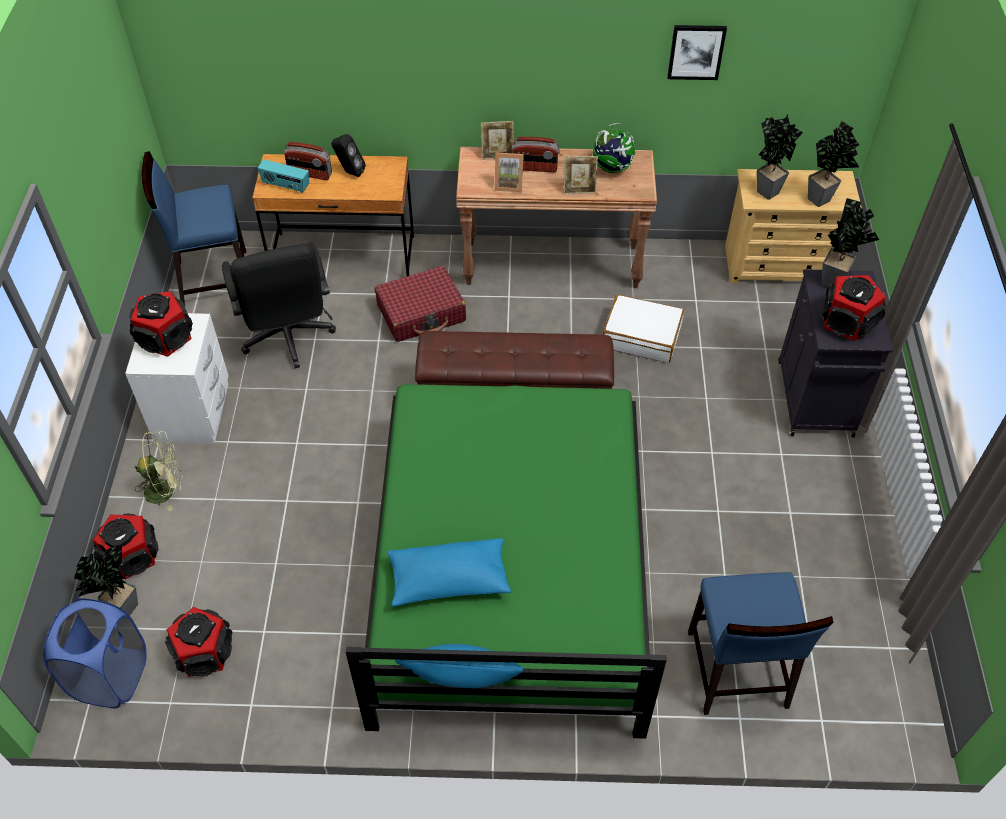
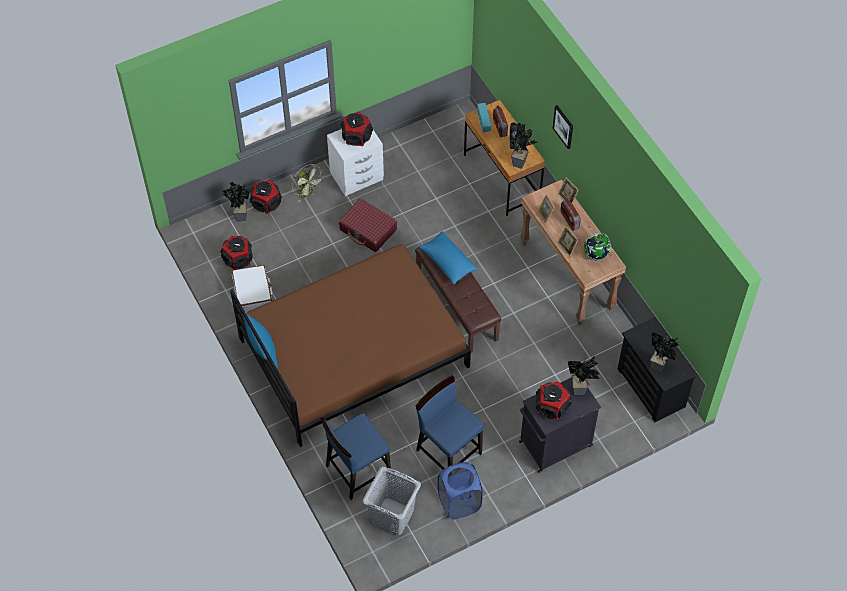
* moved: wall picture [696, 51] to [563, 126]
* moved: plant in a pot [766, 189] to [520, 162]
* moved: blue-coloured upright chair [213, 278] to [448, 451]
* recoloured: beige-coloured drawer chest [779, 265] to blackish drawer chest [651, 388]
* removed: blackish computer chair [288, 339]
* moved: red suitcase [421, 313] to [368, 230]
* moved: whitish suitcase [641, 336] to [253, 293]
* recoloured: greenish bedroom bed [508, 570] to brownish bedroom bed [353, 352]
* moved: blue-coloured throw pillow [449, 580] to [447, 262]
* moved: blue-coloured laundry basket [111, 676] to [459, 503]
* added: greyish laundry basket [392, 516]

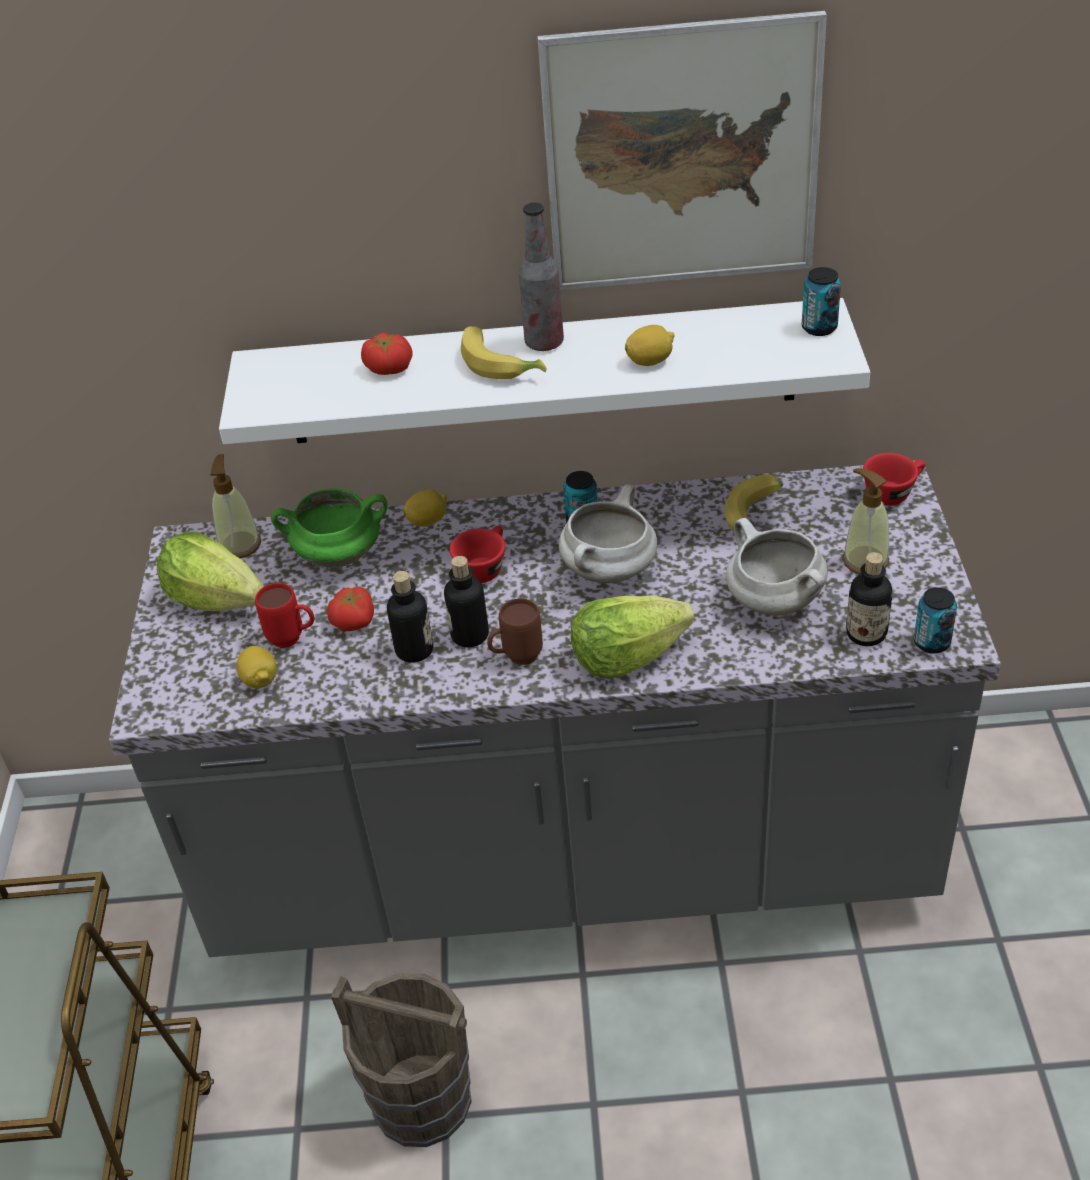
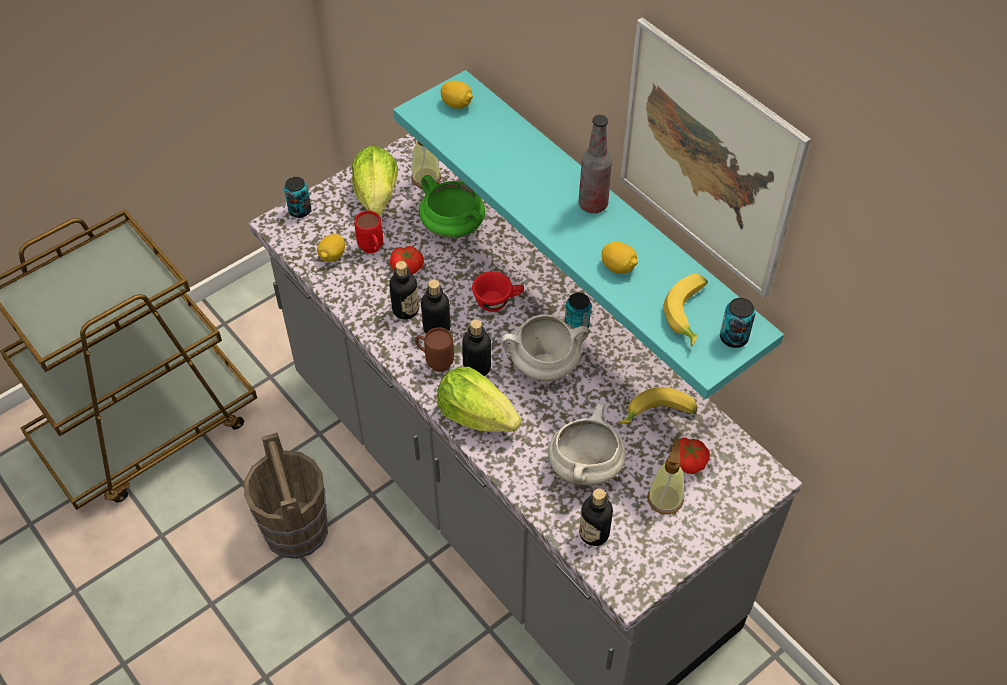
* recoloured: whitish wall shelf [541, 372] to turquoise wall shelf [608, 220]
* moved: whole banana [501, 363] to [690, 315]
* moved: whole tomato [389, 367] to [689, 461]
* removed: red cup [893, 492]
* moved: whole lemon [428, 521] to [457, 104]
* moved: metal can [931, 642] to [300, 210]
* added: beverage bottle [477, 367]

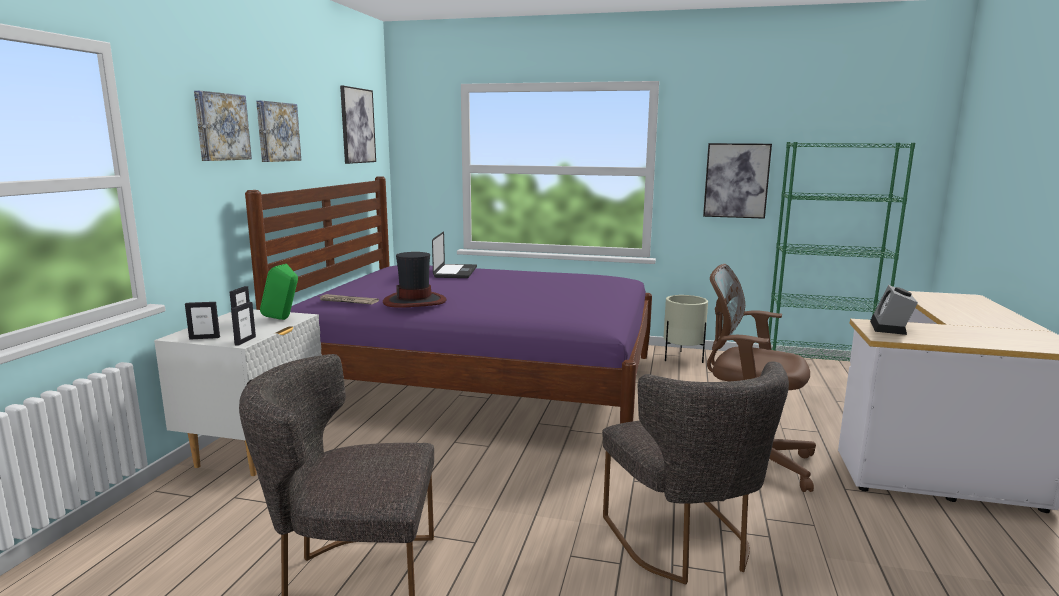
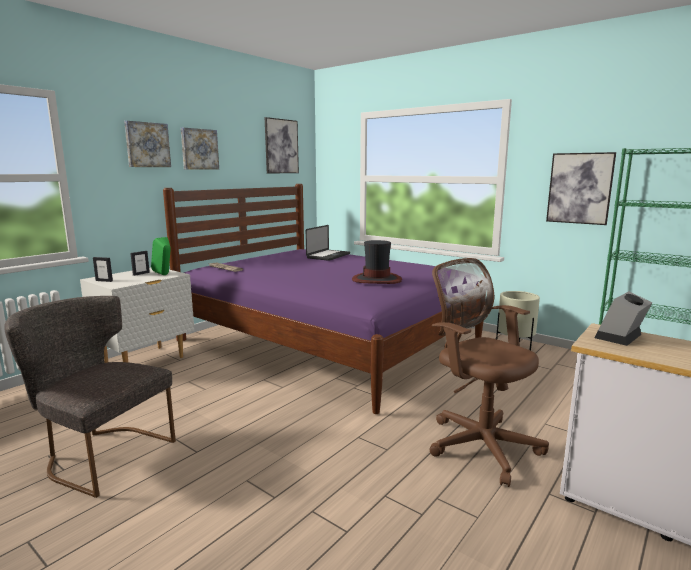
* moved: hat [415, 301] to [377, 279]
* removed: picture frame [245, 341]
* removed: greyish upright chair [685, 544]

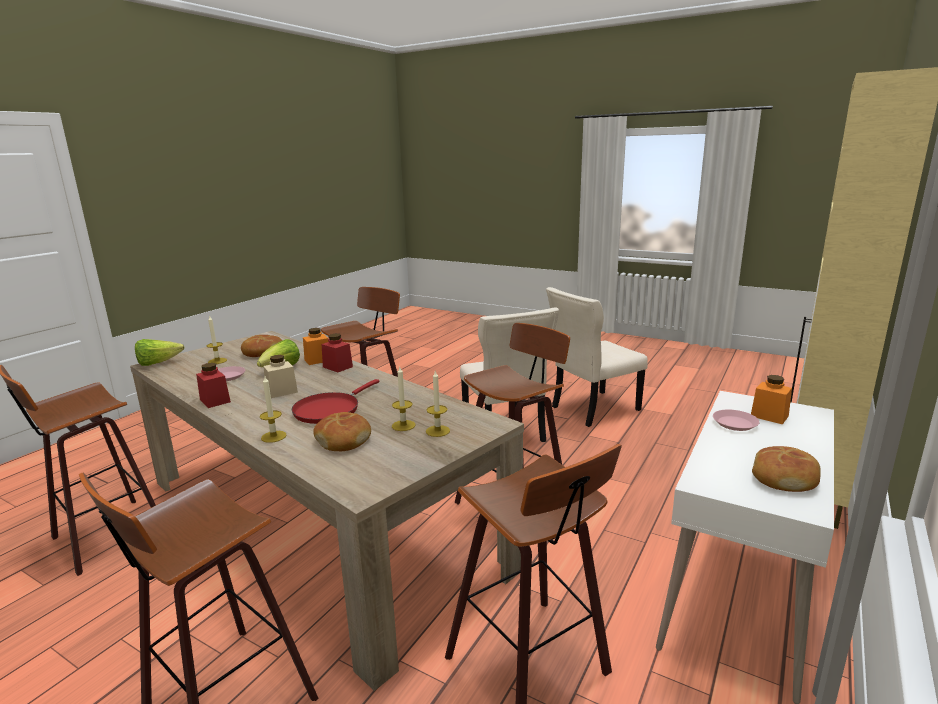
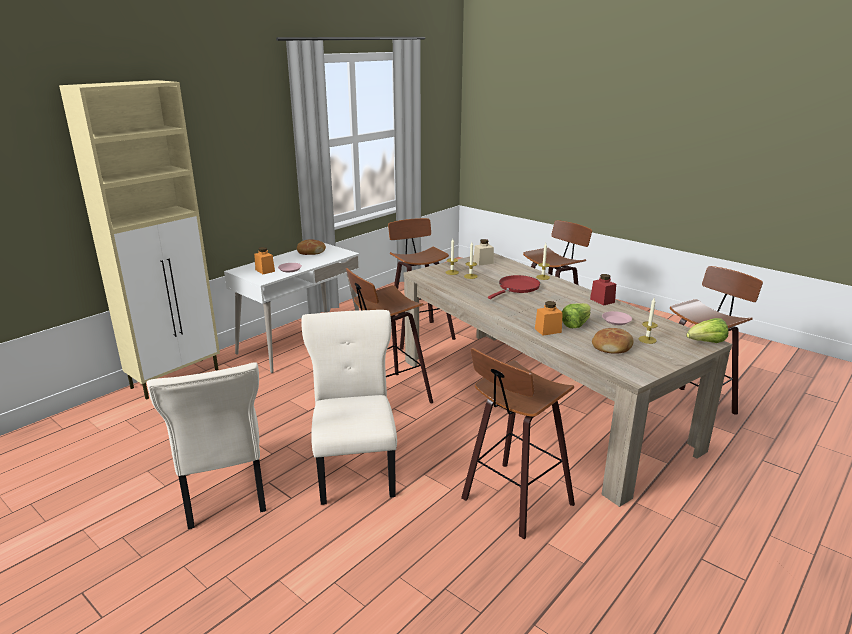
* turned: beige-coloured upright chair [592, 409] = [224, 494] 90 degrees clockwise
* removed: red preserve jar [337, 367]
* moved: beige-coloured preserve jar [281, 391] to [483, 262]
* removed: bread [343, 440]

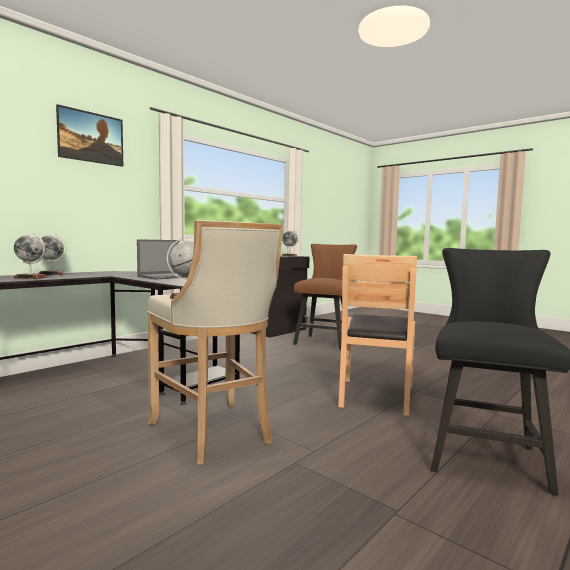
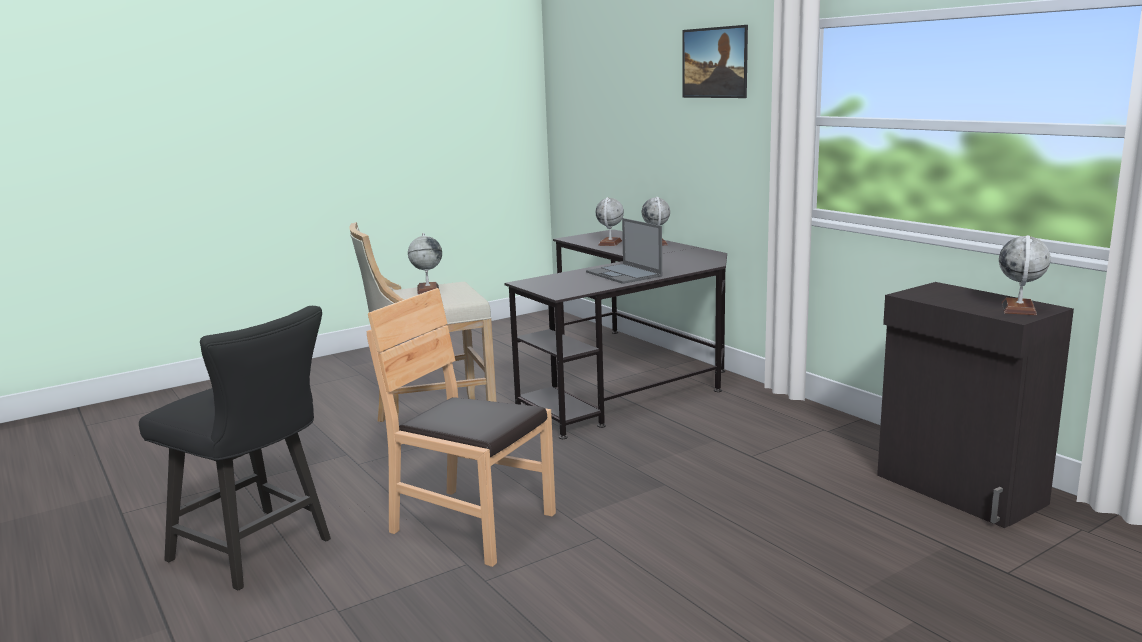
* removed: brownish upright chair [324, 341]

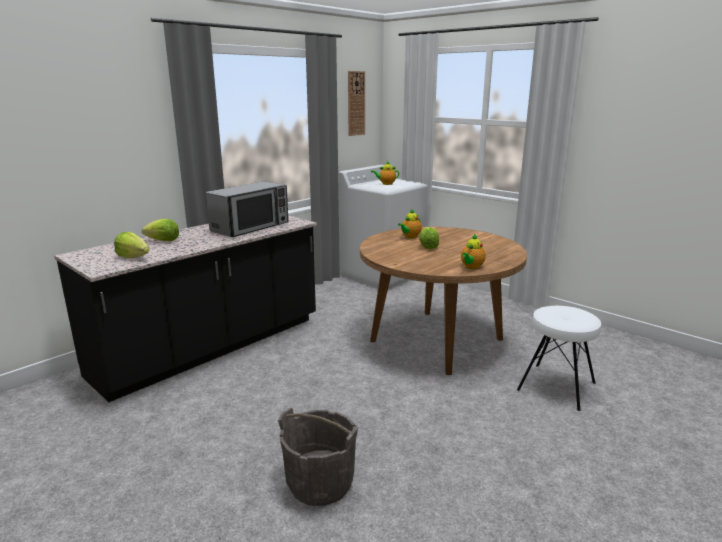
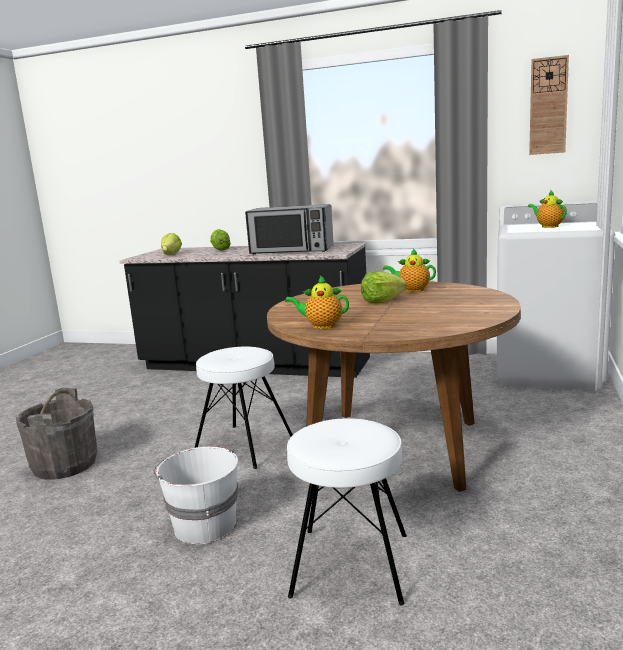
* added: whitish stool [244, 446]
* added: whitish water bucket [204, 525]

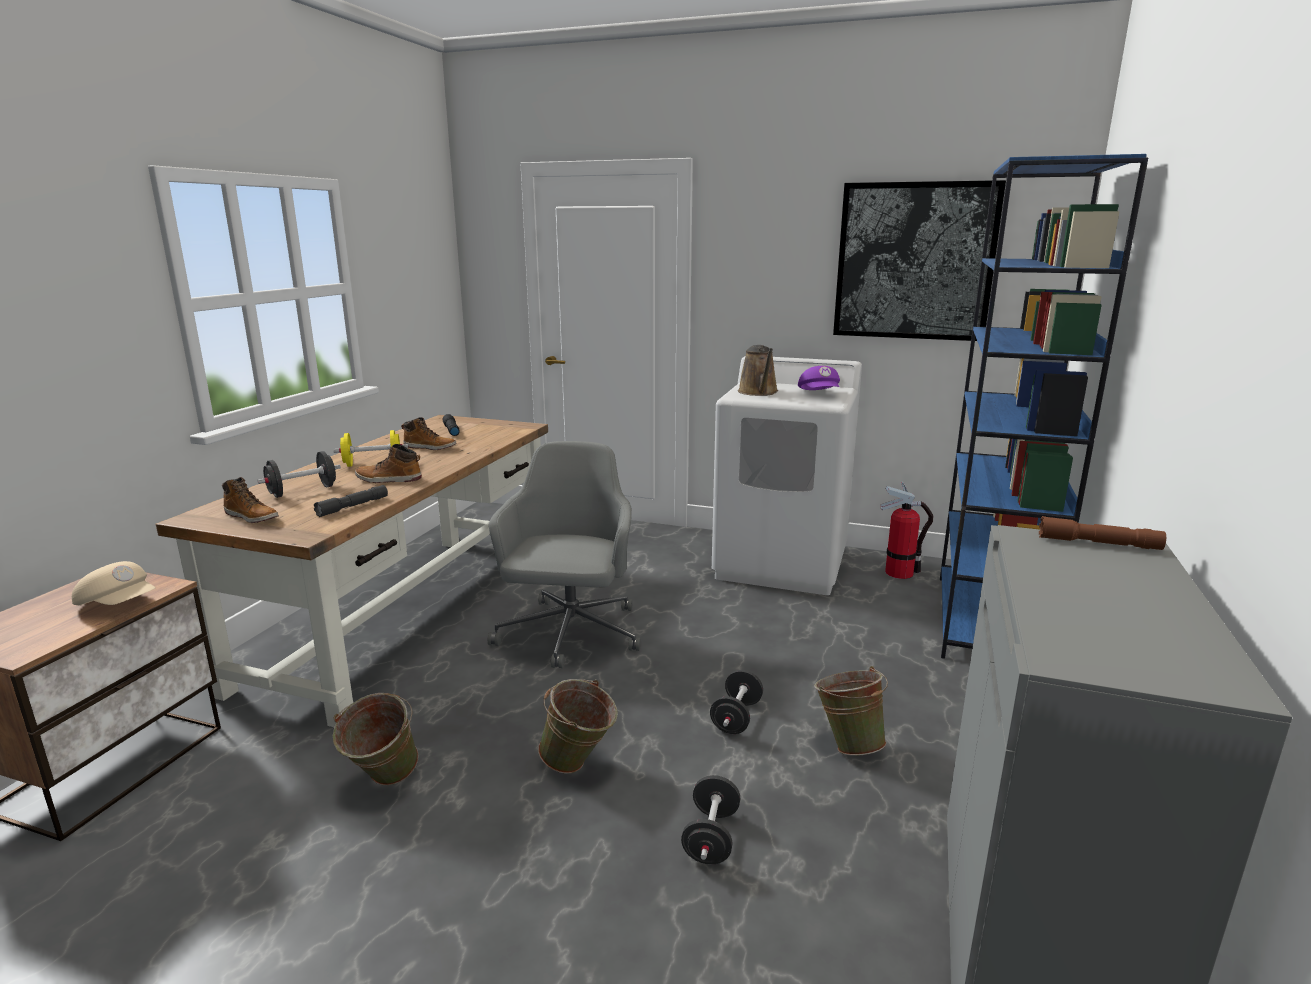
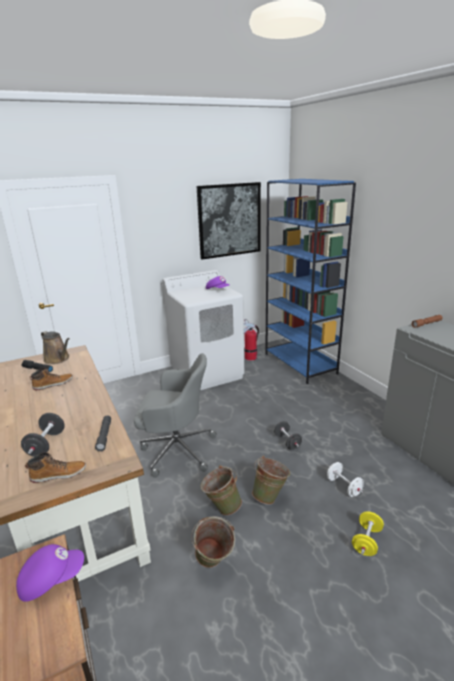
* moved: brownish sprinkling can [759, 392] to [58, 359]
* moved: yellow-coloured hand weight [373, 464] to [366, 541]
* turned: greyish computer chair [570, 634] = [176, 449] 135 degrees clockwise
* removed: boot [388, 479]
* recoloured: beige-coloured baseball cap [120, 605] to purplish baseball cap [51, 579]
* moved: greenish water bucket [847, 743] to [221, 507]
* recoloured: blackish hand weight [711, 837] to whitish hand weight [344, 486]

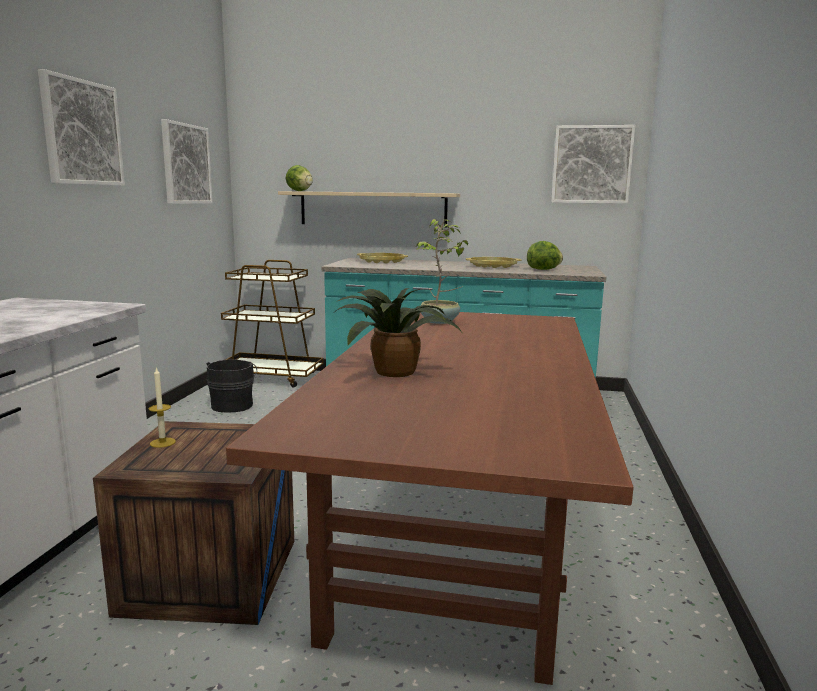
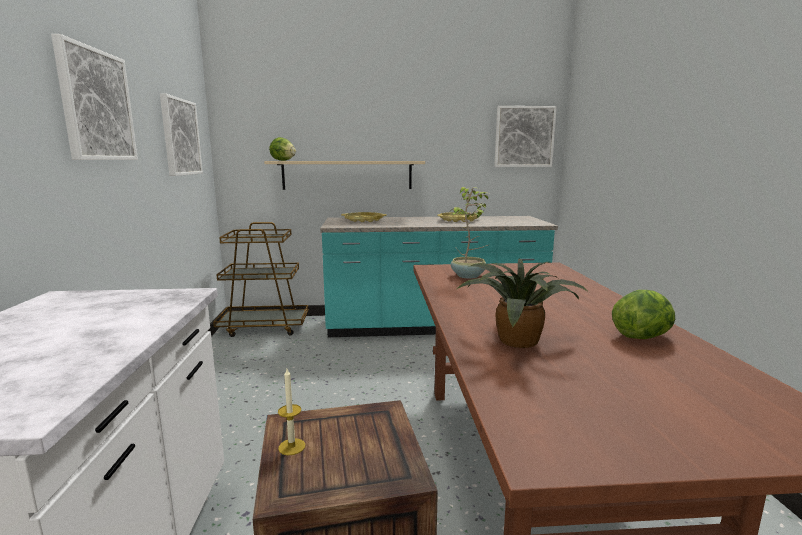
* moved: lettuce head [544, 269] to [642, 337]
* removed: blackish water bucket [233, 405]

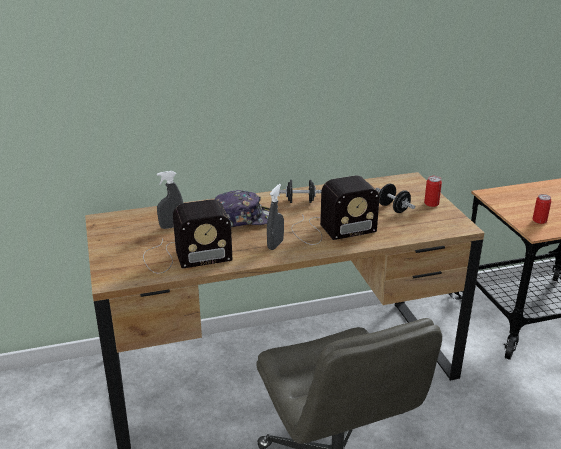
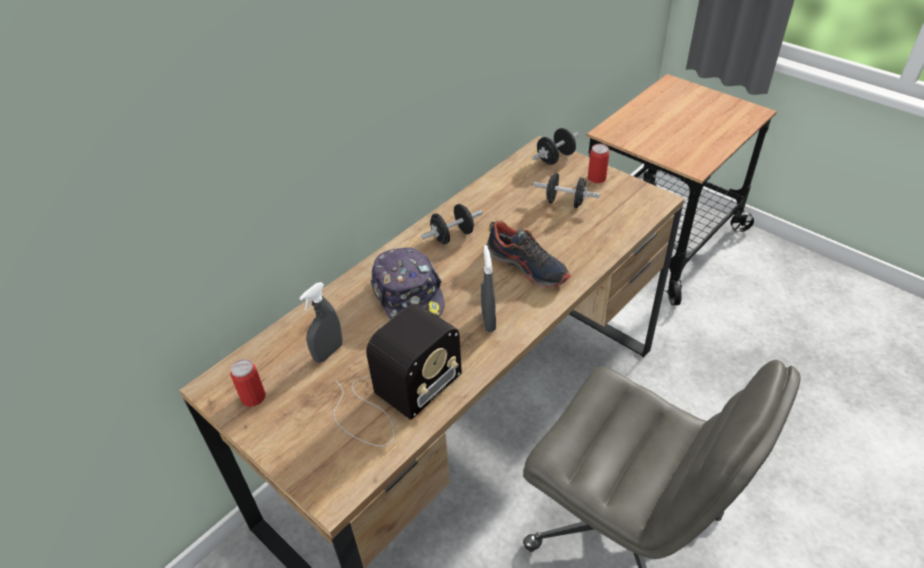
* replaced: radio receiver [330, 229] to shoe [527, 266]
* turned: baseball cap [242, 218] = [409, 296] 105 degrees clockwise
* moved: metal can [539, 220] to [253, 397]
* added: blackish hand weight [555, 158]

